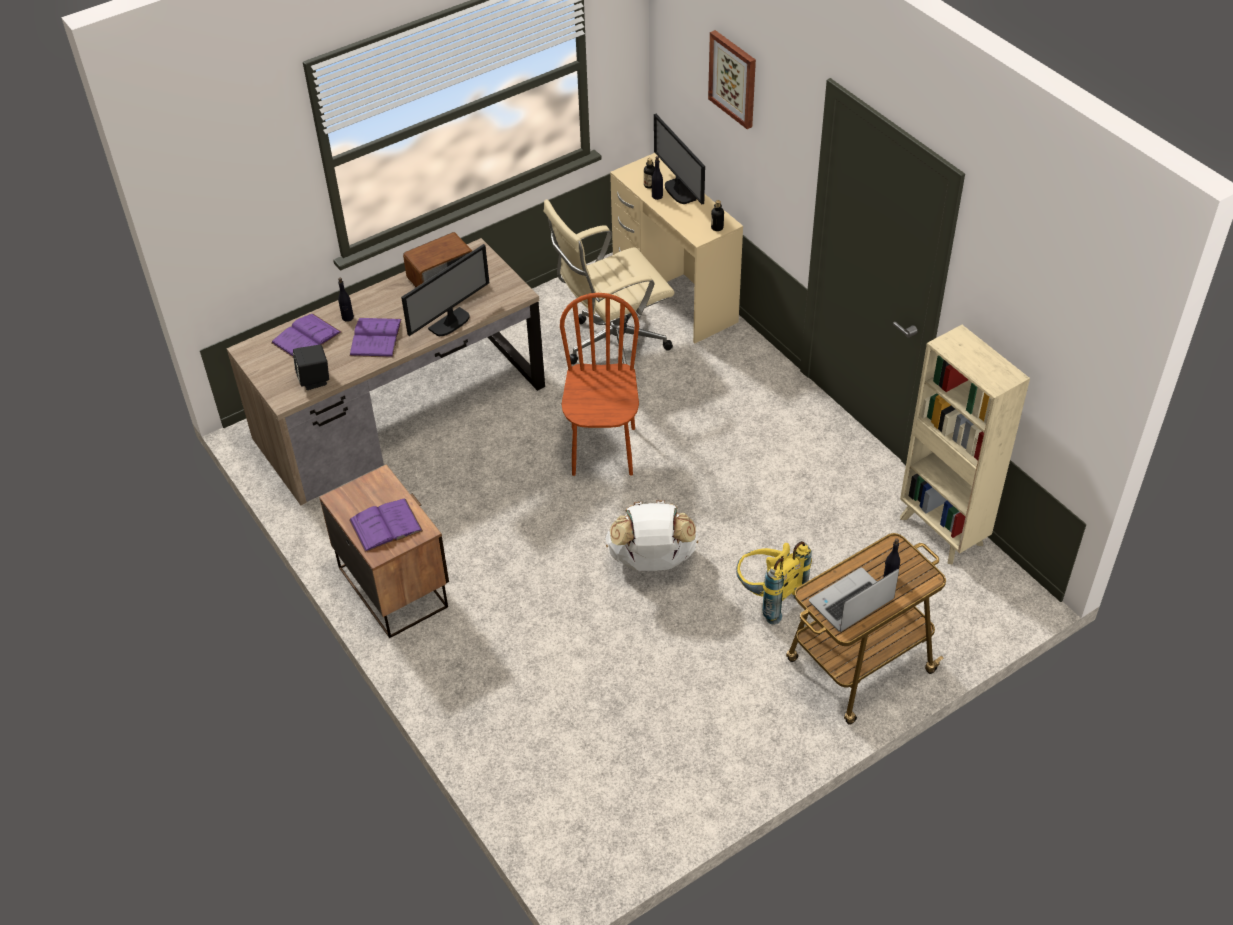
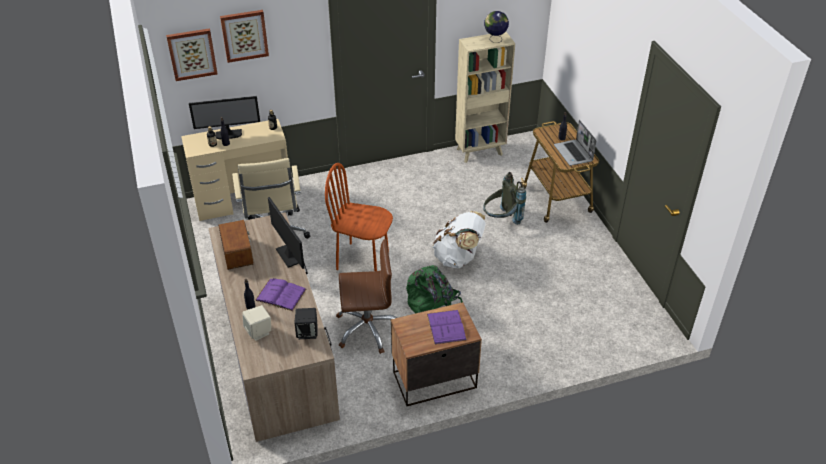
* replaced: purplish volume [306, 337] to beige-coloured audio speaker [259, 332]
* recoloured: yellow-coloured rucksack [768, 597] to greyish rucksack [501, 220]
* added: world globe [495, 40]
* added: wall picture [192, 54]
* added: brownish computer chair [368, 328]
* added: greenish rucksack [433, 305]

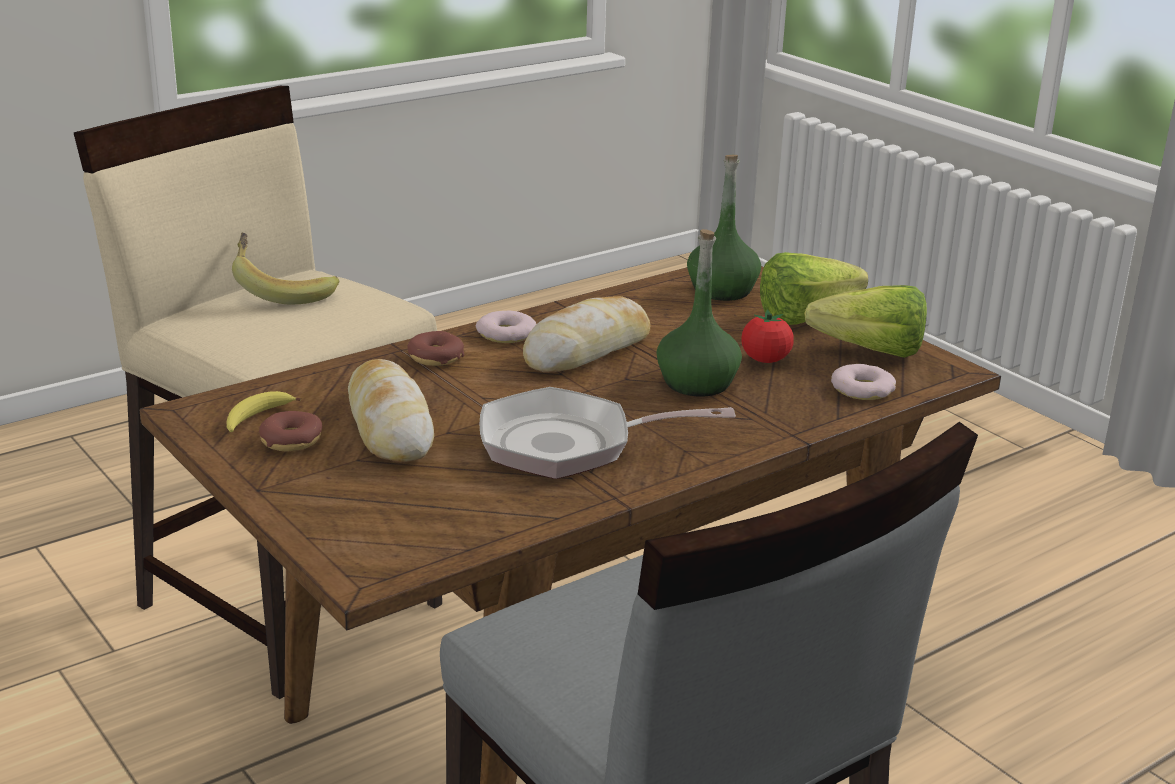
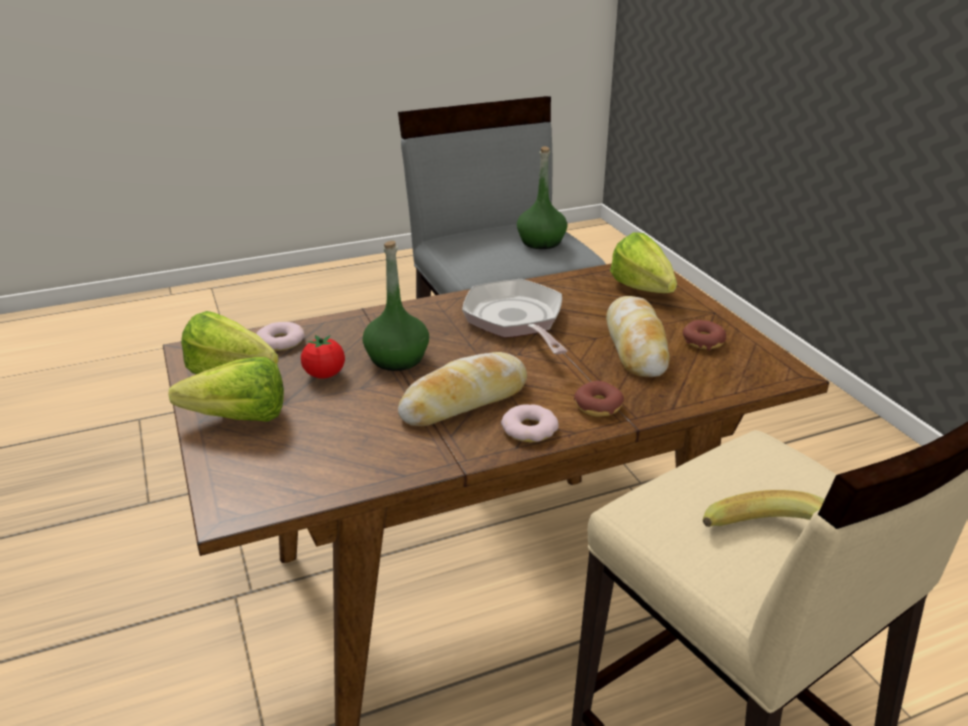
* moved: greenish beverage bottle [721, 290] to [541, 242]
* turned: skillet [569, 445] = [516, 321] 120 degrees counterclockwise
* removed: whole banana [256, 418]
* added: lettuce head [645, 292]

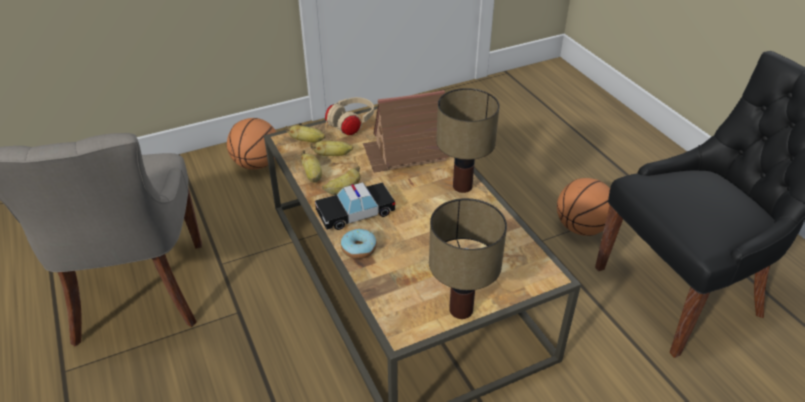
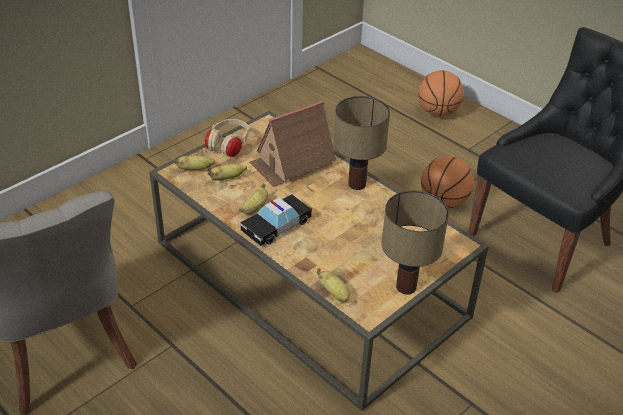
* moved: basketball [256, 164] to [438, 112]
* moved: whole banana [312, 176] to [334, 294]
* removed: donut [359, 249]

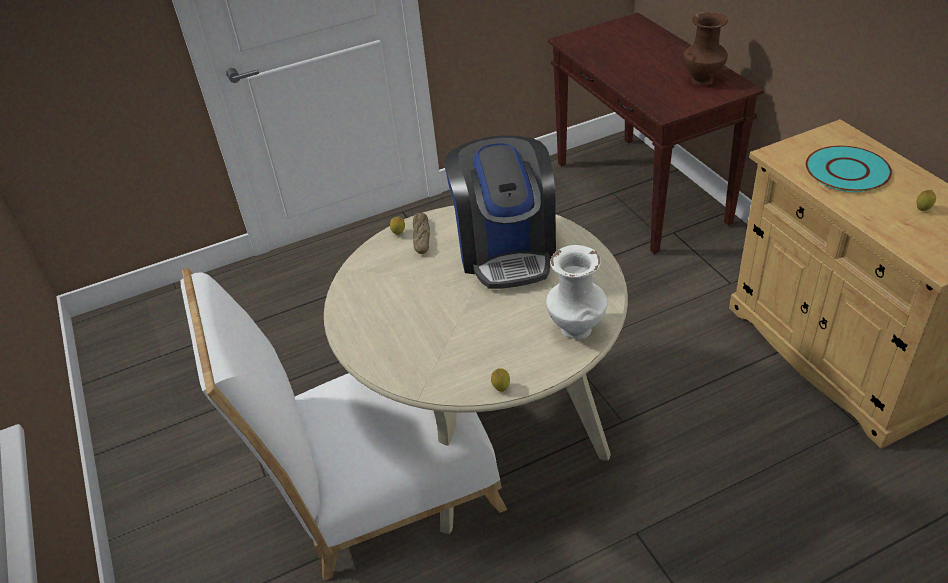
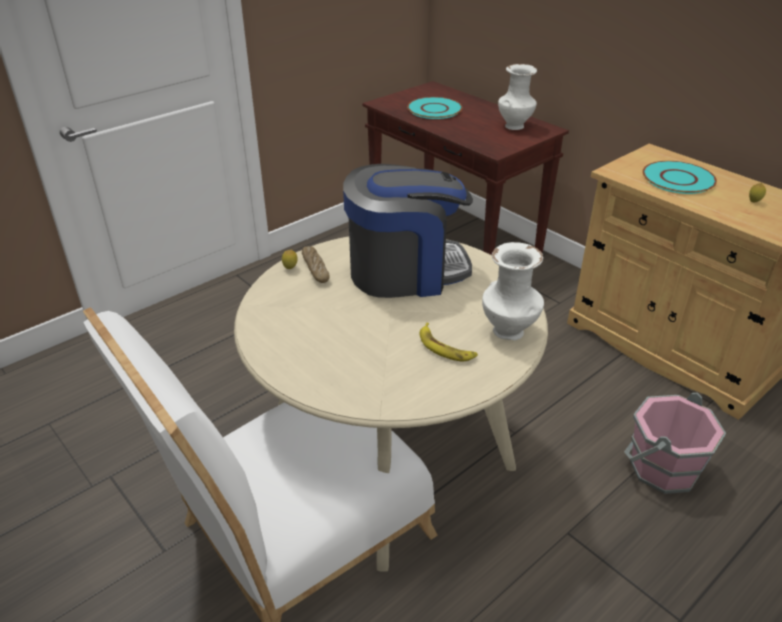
* recoloured: brownish flower vase [702, 80] to whitish flower vase [514, 126]
* turned: coffee maker [506, 250] = [406, 271] 75 degrees counterclockwise
* removed: whole lemon [501, 388]
* added: turquoise flat dish [434, 109]
* added: whole banana [445, 347]
* added: pink-coloured water bucket [662, 467]

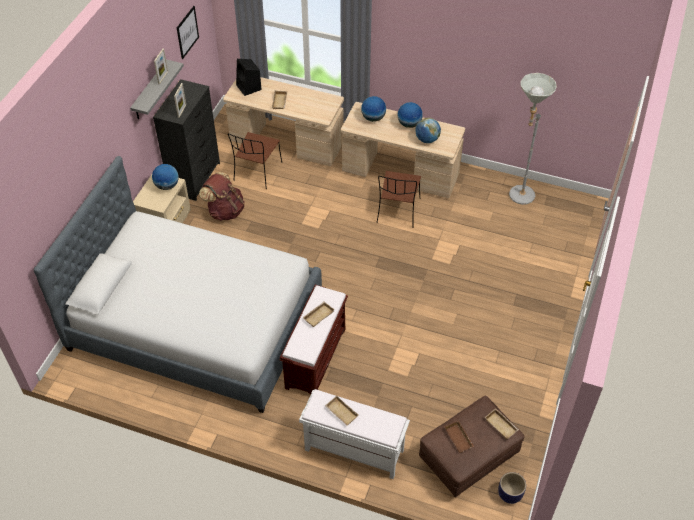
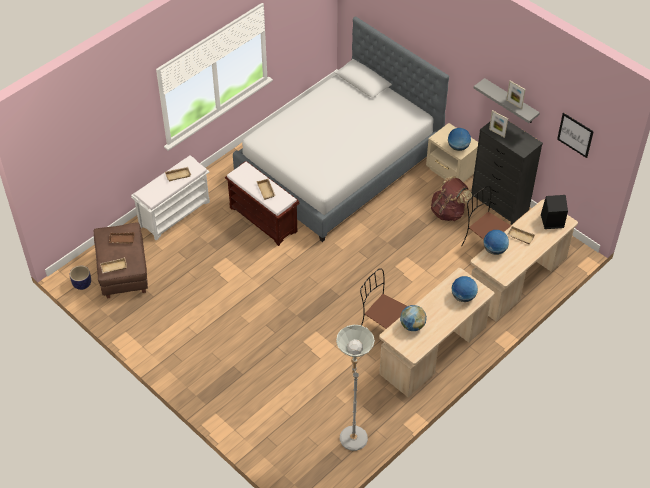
* moved: world globe [409, 124] to [494, 250]

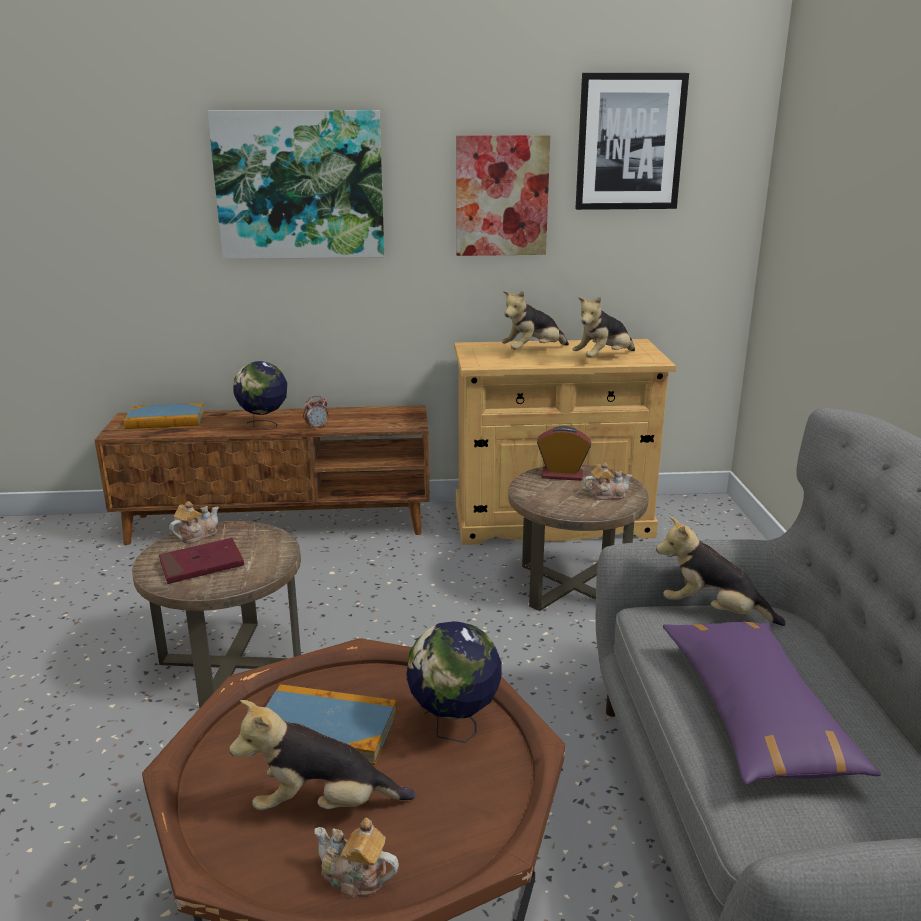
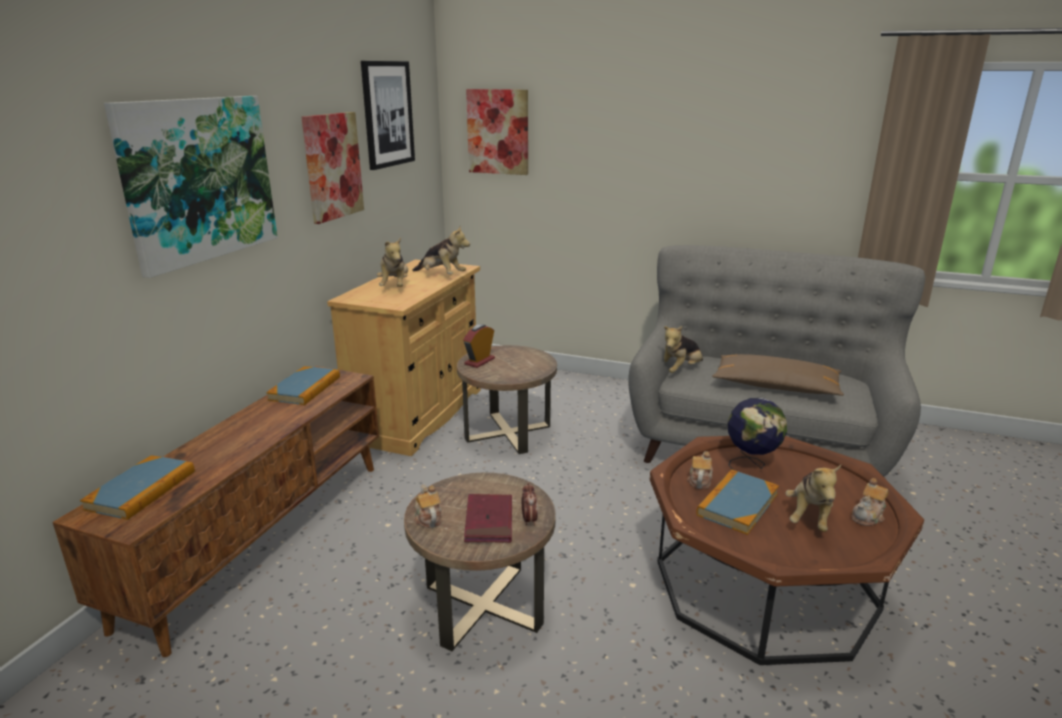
* turned: soft toy [603, 359] = [441, 276] 45 degrees counterclockwise
* removed: world globe [264, 426]
* moved: table clock [316, 427] to [529, 520]
* moved: tea pot [606, 495] to [699, 480]
* recoloured: purplish throw pillow [754, 715] to brownish throw pillow [775, 386]
* added: wall picture [498, 132]
* added: volume [305, 388]

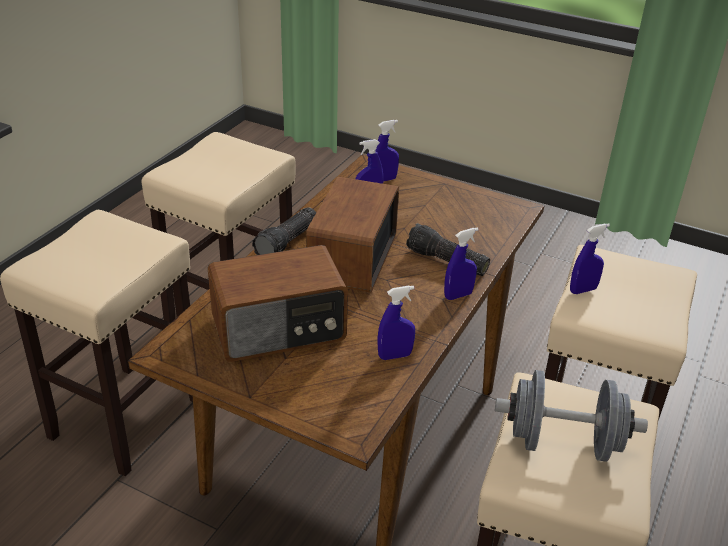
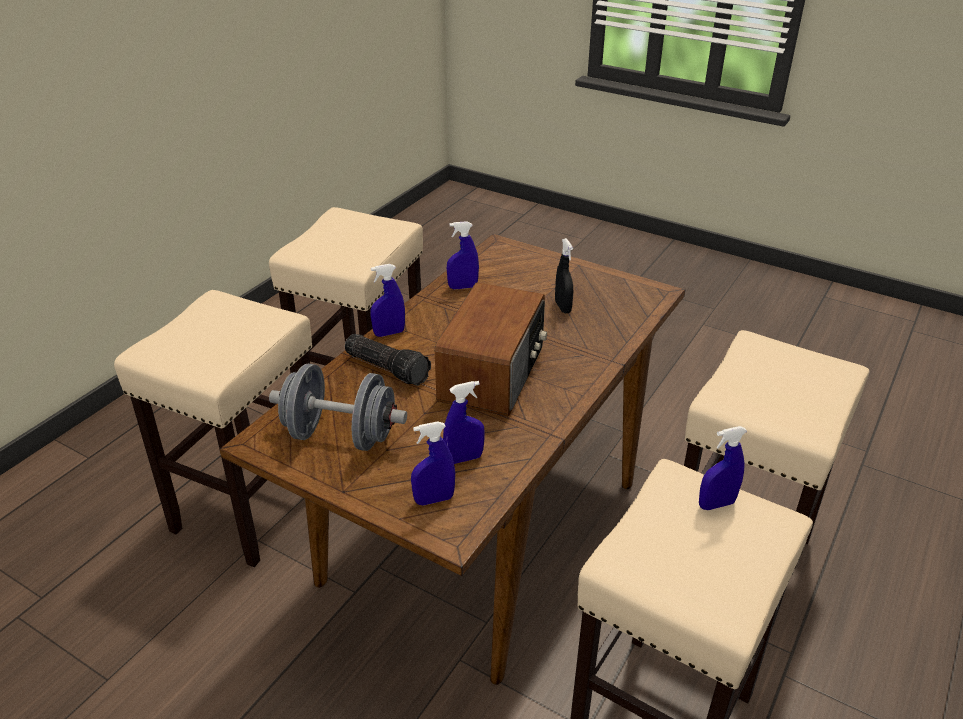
* removed: flashlight [288, 242]
* moved: blue-coloured hand sprayer [583, 290] to [716, 504]
* replaced: radio receiver [280, 329] to blackish hand sprayer [563, 307]
* moved: greyish hand weight [563, 442] to [341, 435]

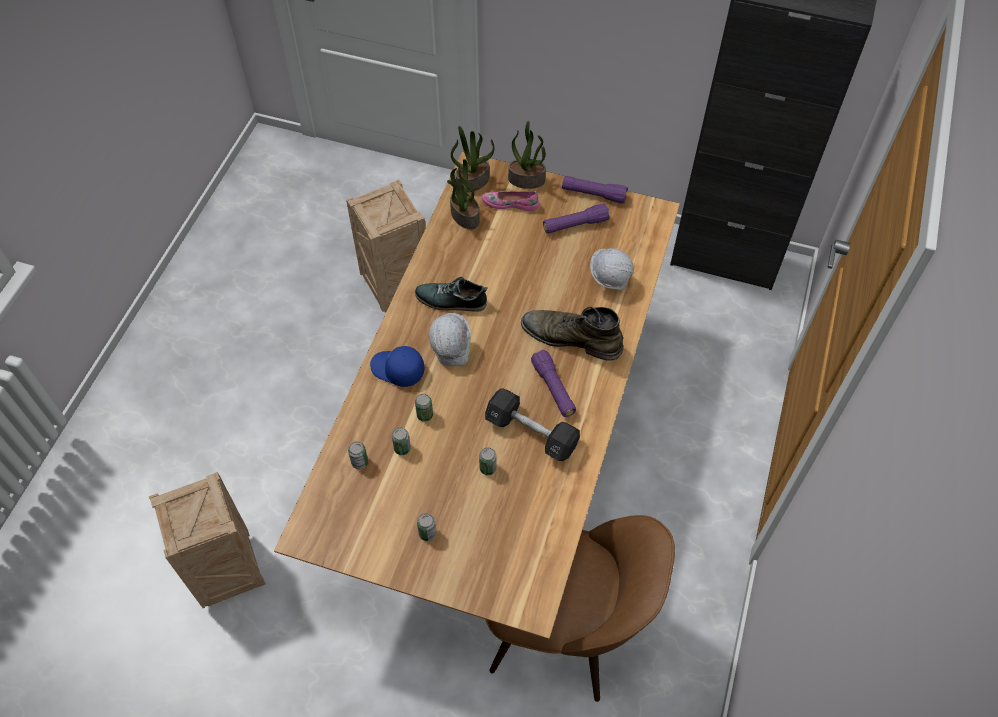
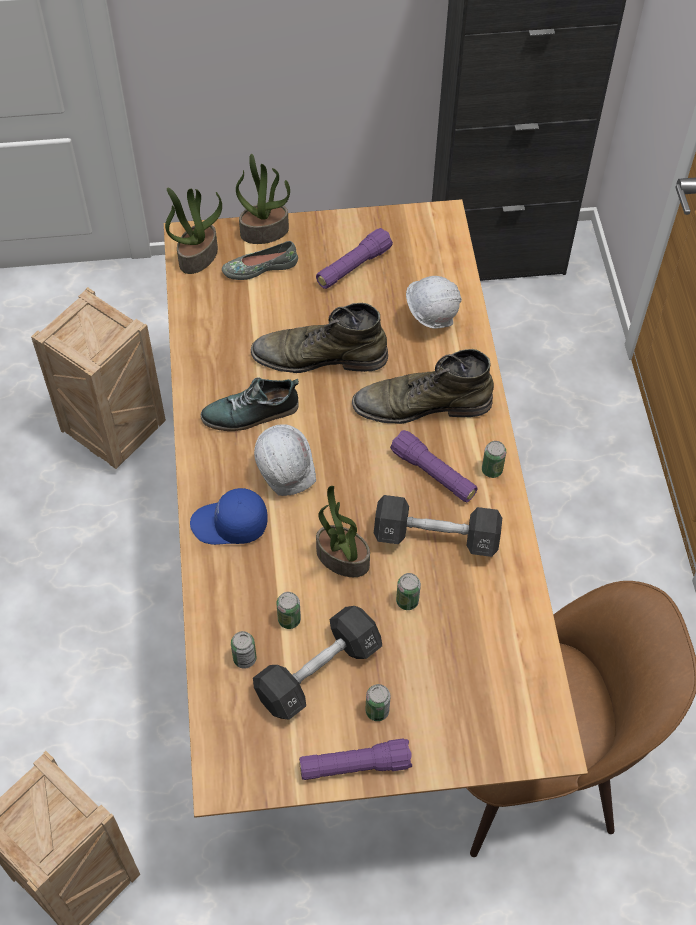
* moved: plant in a pot [464, 216] to [341, 558]
* moved: purplish flashlight [593, 194] to [355, 766]
* recoloured: pink-coloured shoe [510, 203] to greyish shoe [260, 267]
* moved: metal can [425, 415] to [492, 470]
* added: greenish boot [319, 356]
* added: blackish hand weight [318, 671]

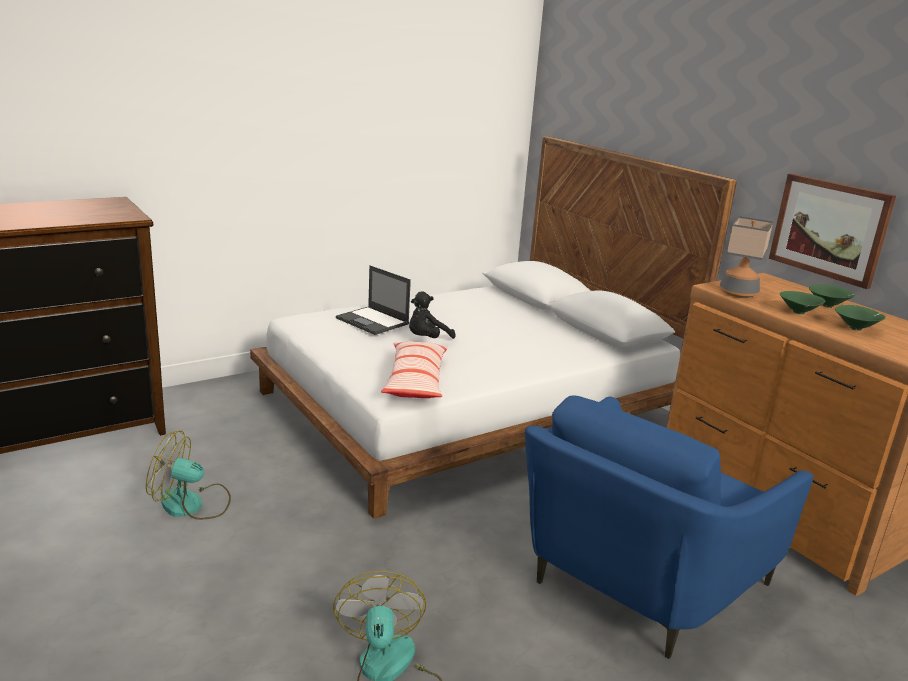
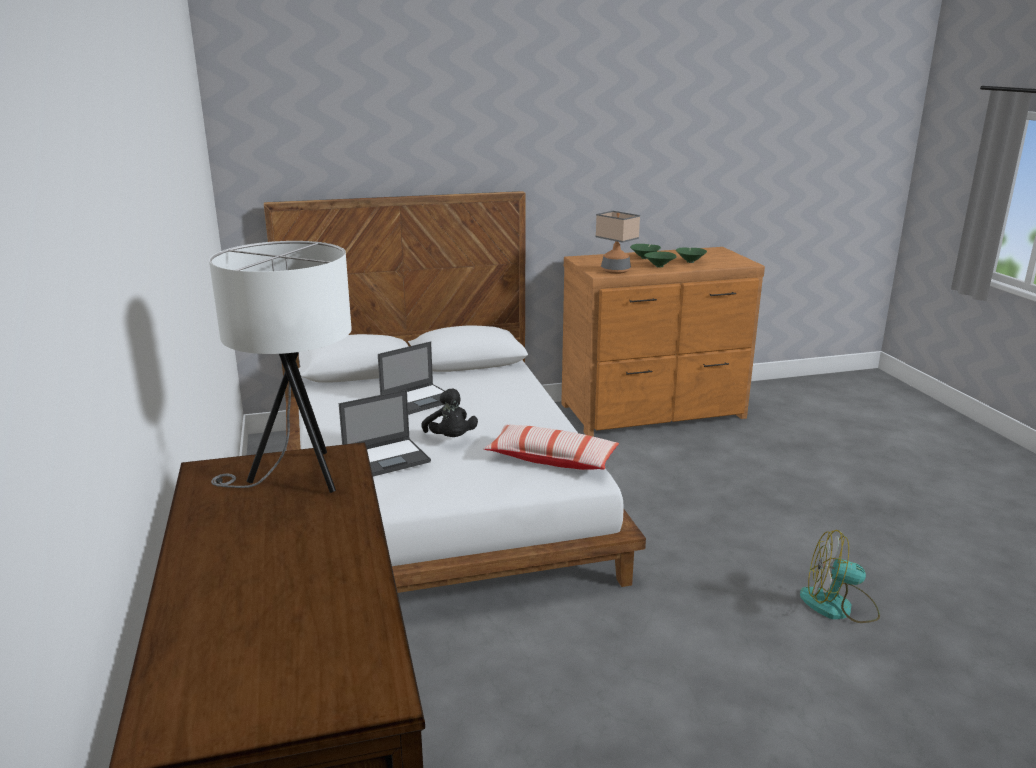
* removed: wall picture [829, 229]
* removed: blue-coloured easy chair [637, 580]
* removed: cooling fan [192, 505]
* added: whitish tabletop lamp [296, 477]
* added: portable computer [419, 399]

